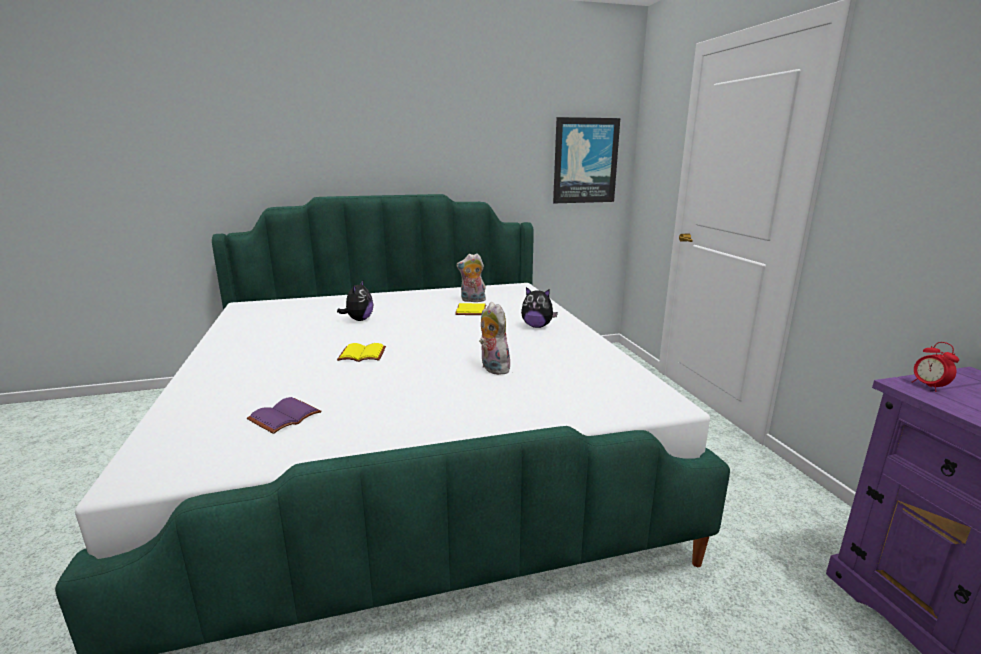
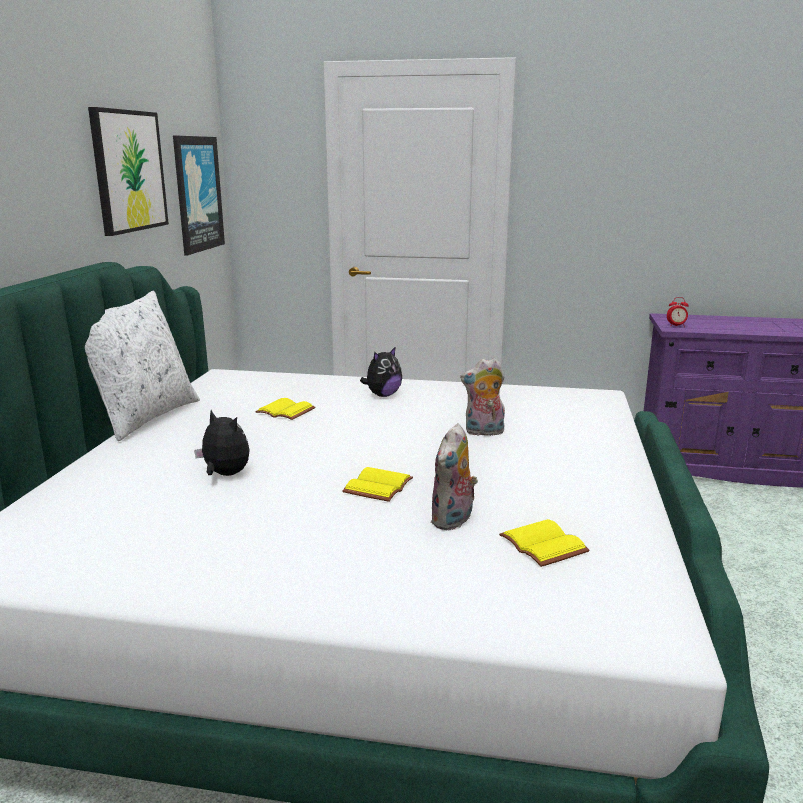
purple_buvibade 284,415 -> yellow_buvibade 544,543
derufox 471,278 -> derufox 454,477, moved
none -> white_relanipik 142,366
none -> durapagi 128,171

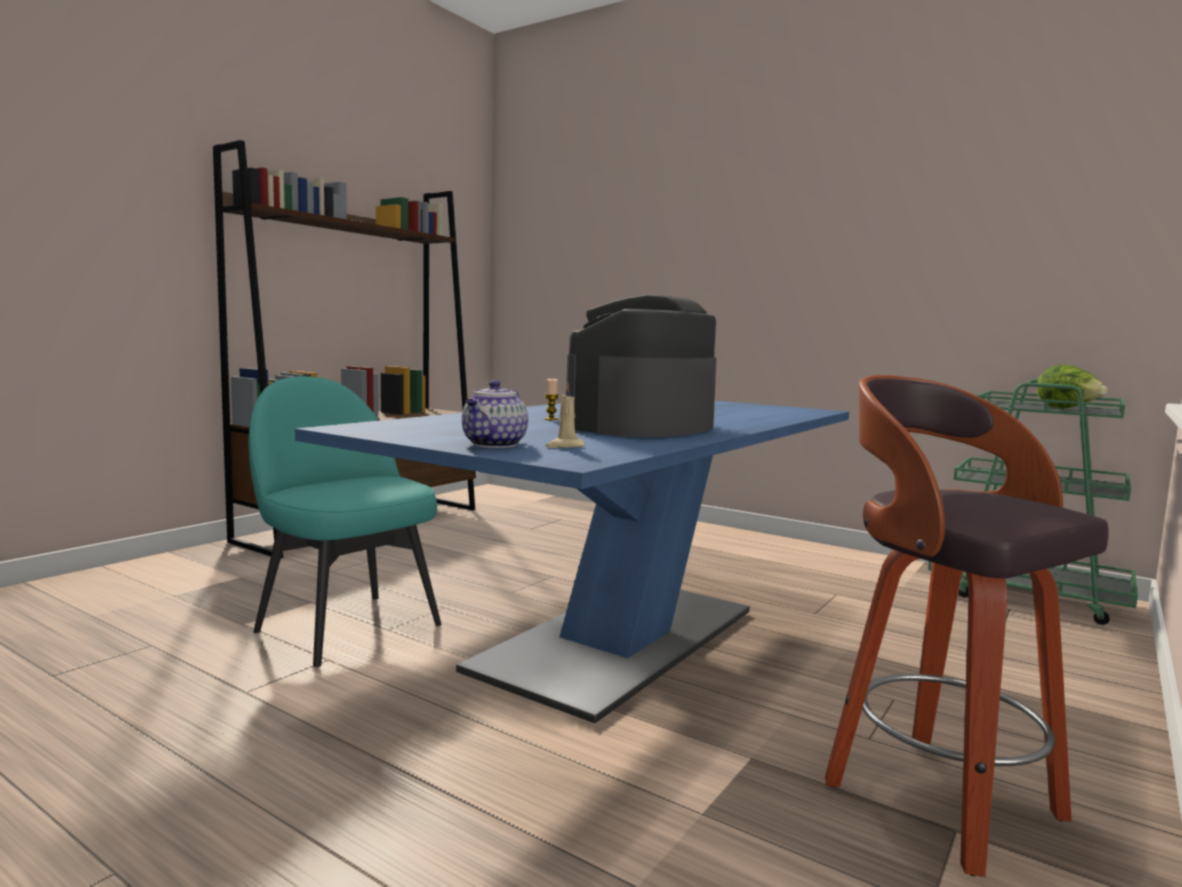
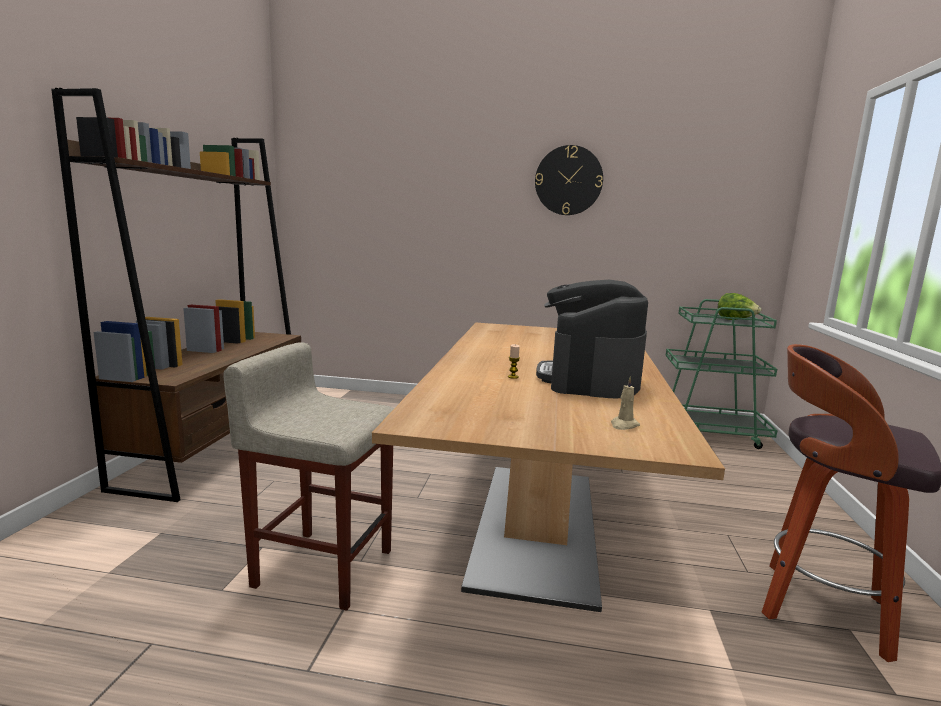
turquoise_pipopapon 345,521 -> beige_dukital 308,476
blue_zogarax 572,562 -> beige_zogarax 548,467
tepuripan 495,414 -> none
none -> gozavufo 569,180

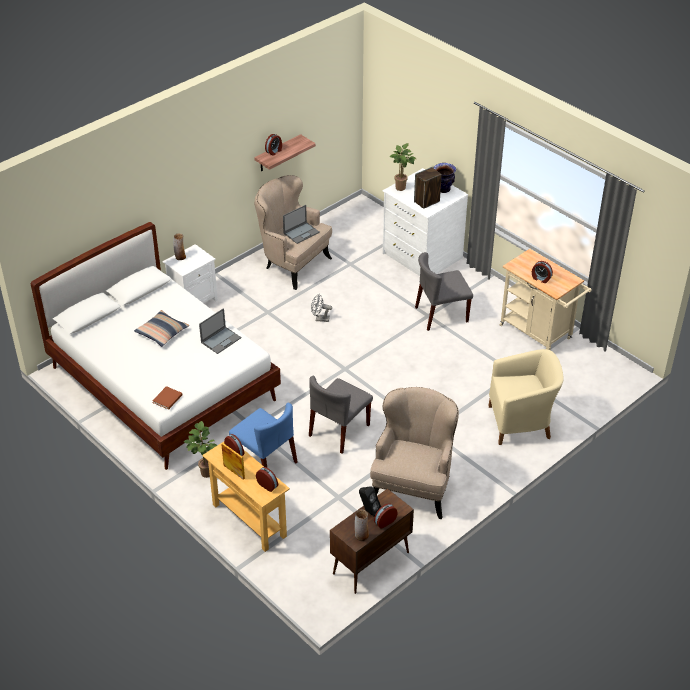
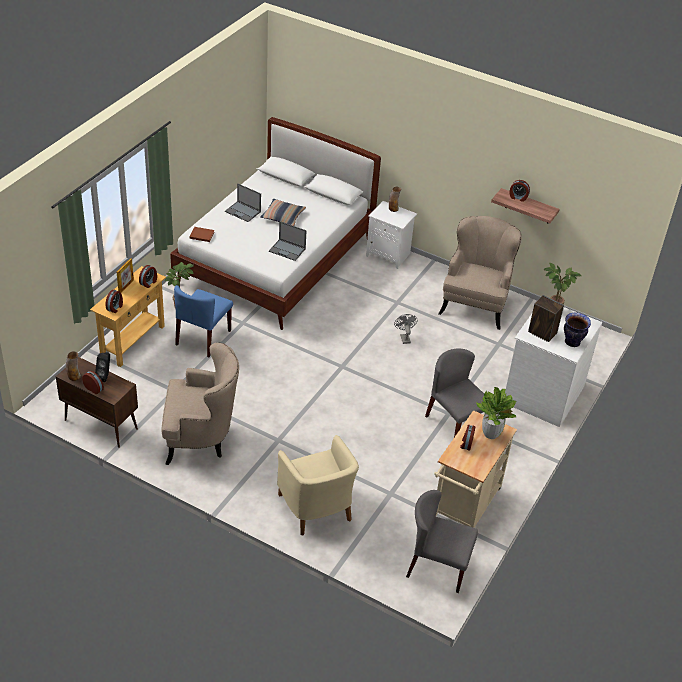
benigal 301,224 -> benigal 243,202, moved
grey_pipopapon 341,415 -> grey_pipopapon 442,541, moved
none -> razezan 496,413

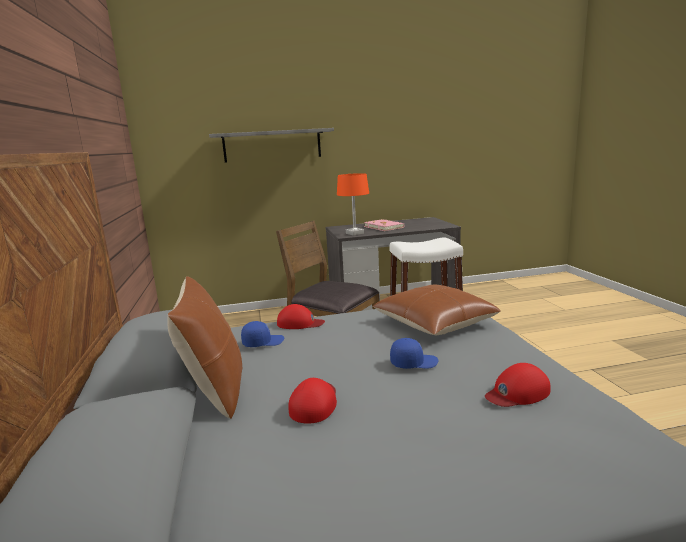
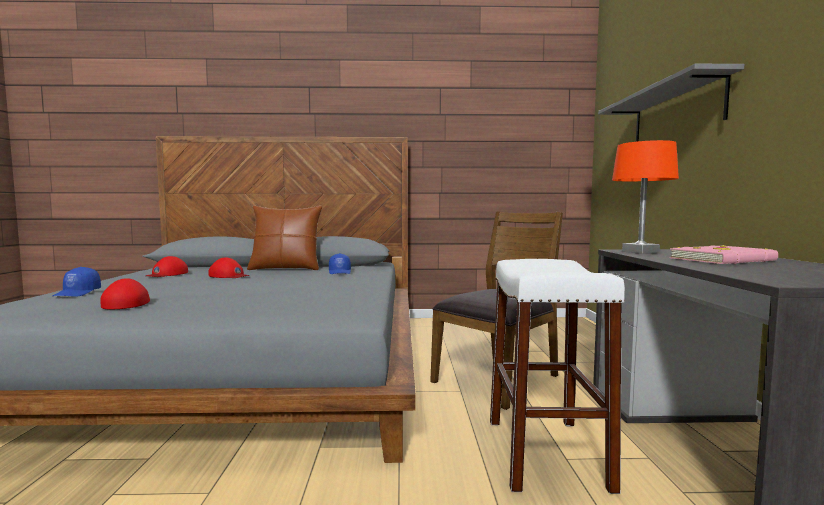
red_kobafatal 301,316 -> red_kobafatal 167,266, moved
brown_relanipik 437,310 -> none
blue_kobafatal 414,353 -> blue_kobafatal 77,282, moved

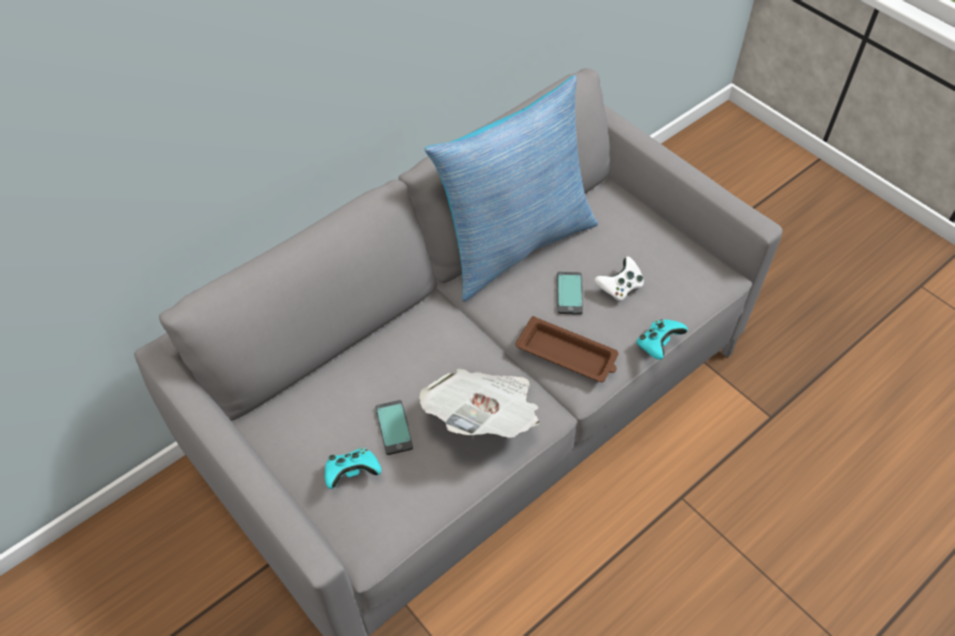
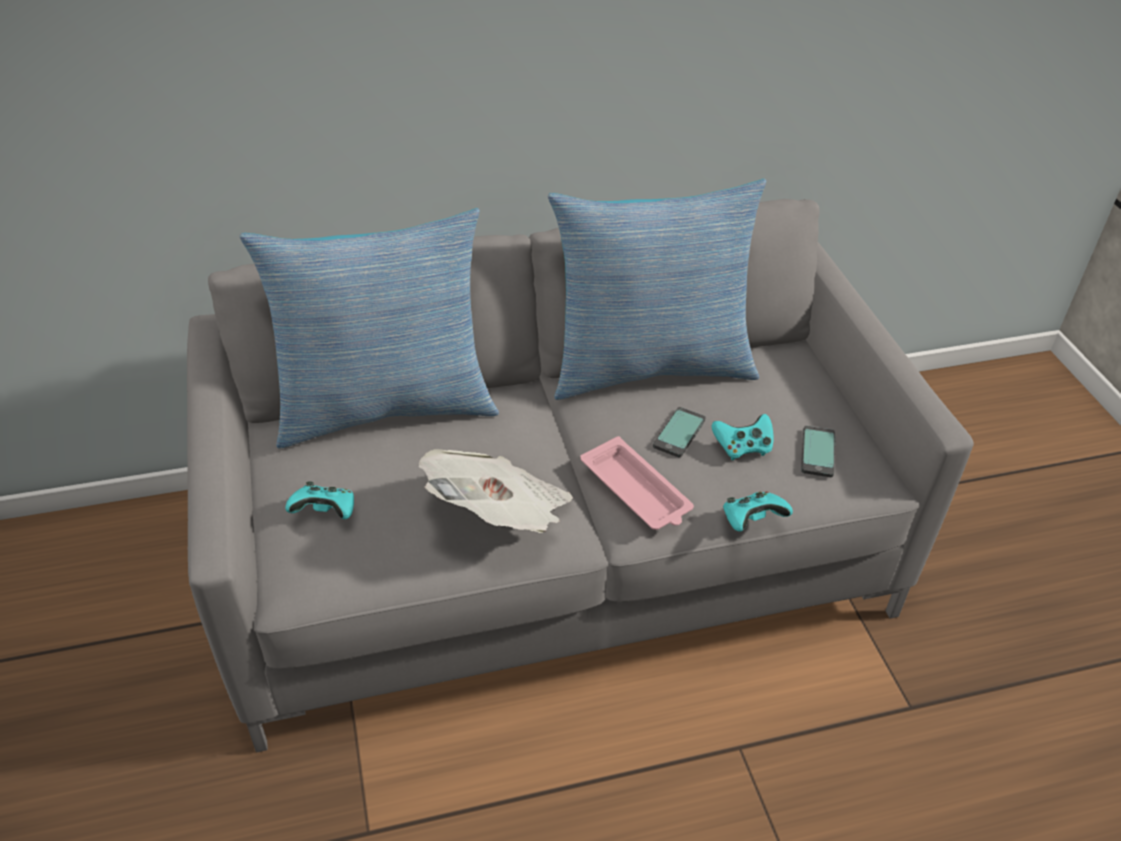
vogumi 394,427 -> vogumi 818,451, moved
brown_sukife 567,349 -> pink_sukife 637,483
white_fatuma 619,279 -> turquoise_fatuma 743,437
none -> relanipik 369,328

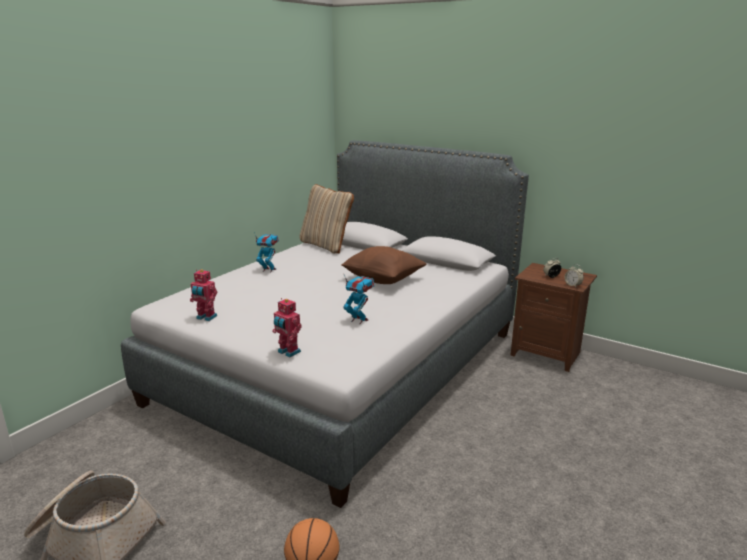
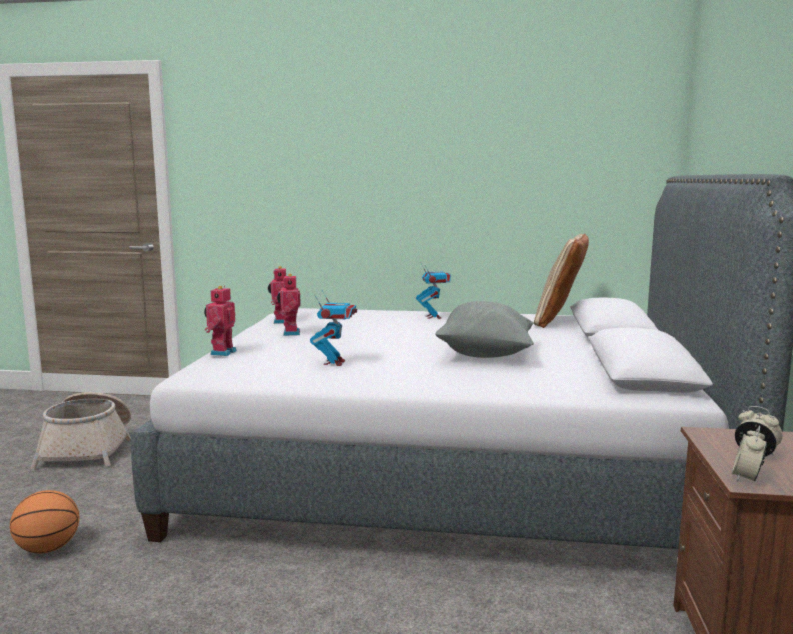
brown_relanipik 384,265 -> grey_relanipik 484,329
none -> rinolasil 289,305

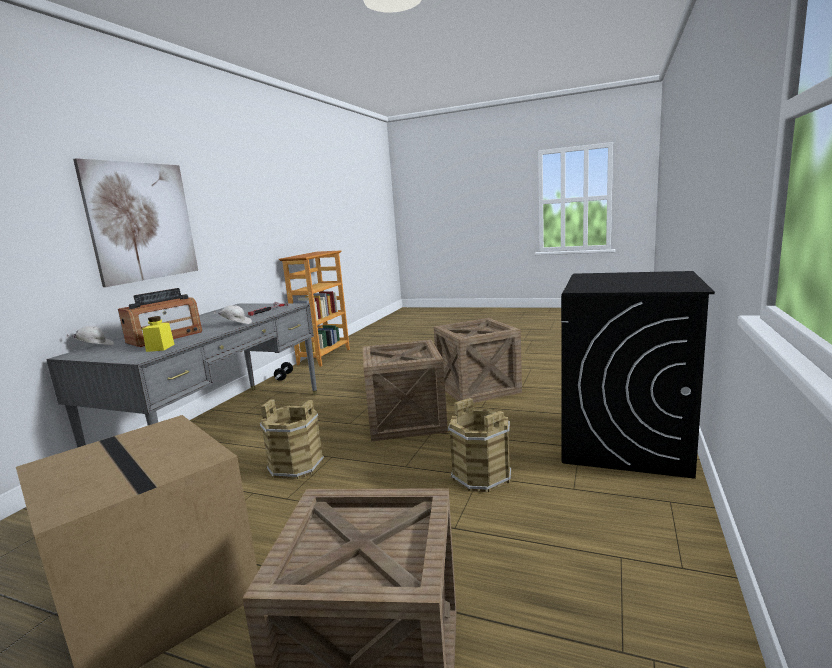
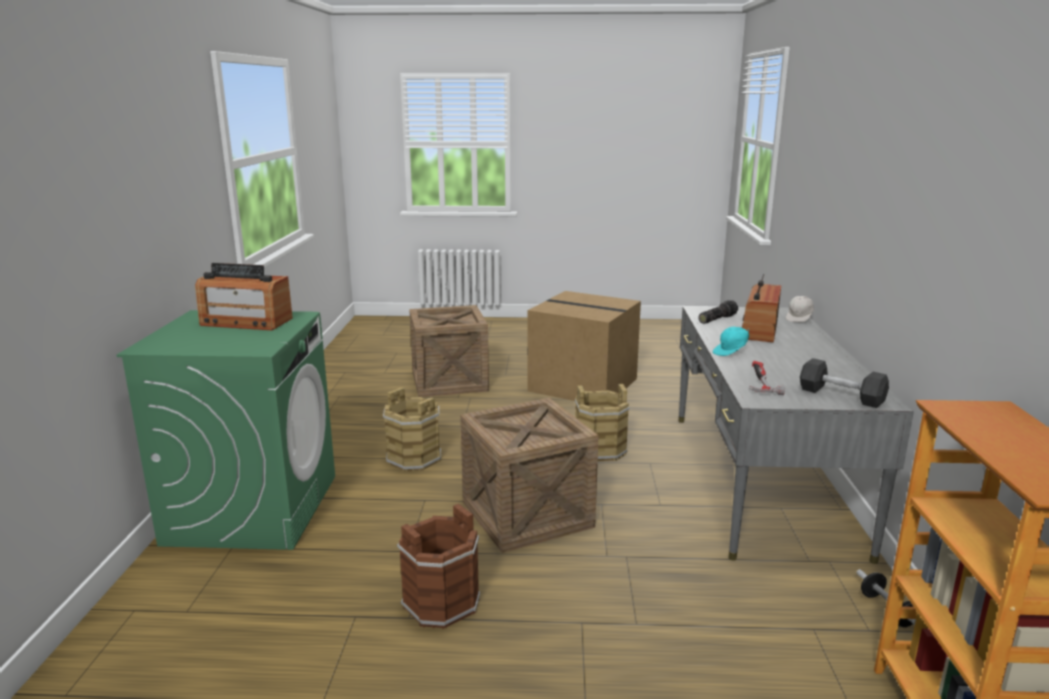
durapagi 135,222 -> none
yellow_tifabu 158,334 -> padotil 718,312
white_kobafatal 233,314 -> turquoise_kobafatal 731,341
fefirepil 478,360 -> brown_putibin 438,566
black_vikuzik 638,375 -> green_vikuzik 226,430
none -> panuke 244,296
none -> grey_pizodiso 844,383

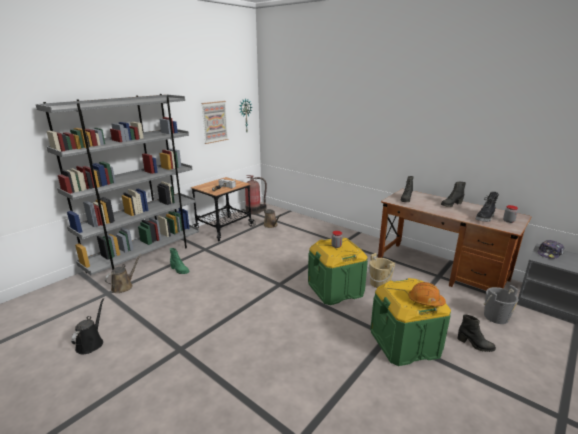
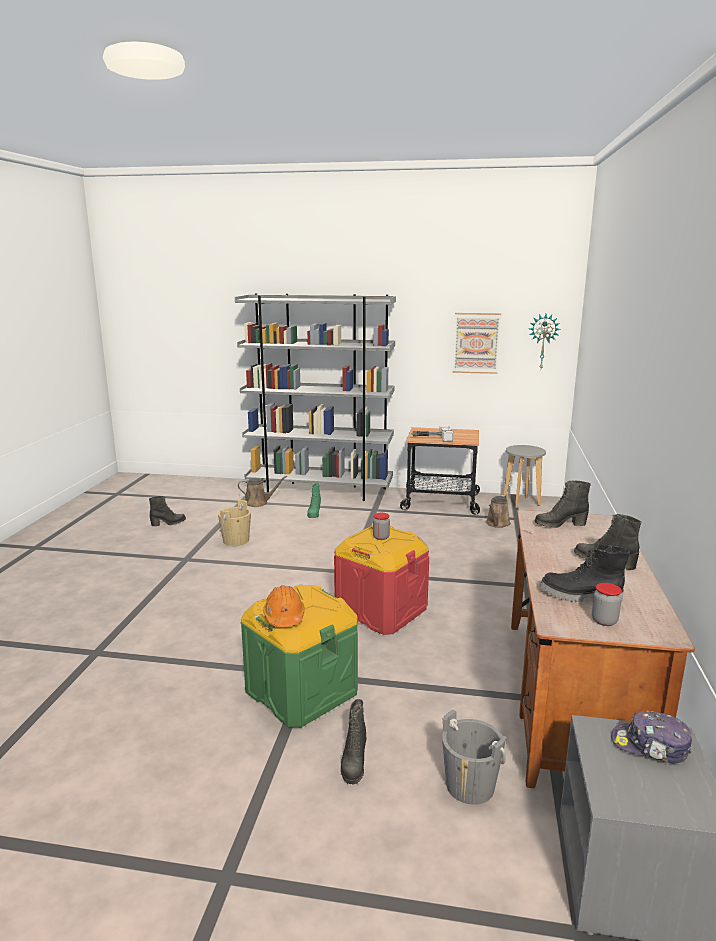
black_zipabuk 87,326 -> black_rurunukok 167,511
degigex 256,195 -> grey_dukital 525,476
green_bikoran 338,271 -> red_bikoran 381,580
beige_putibin 381,270 -> beige_putibin 234,523, moved

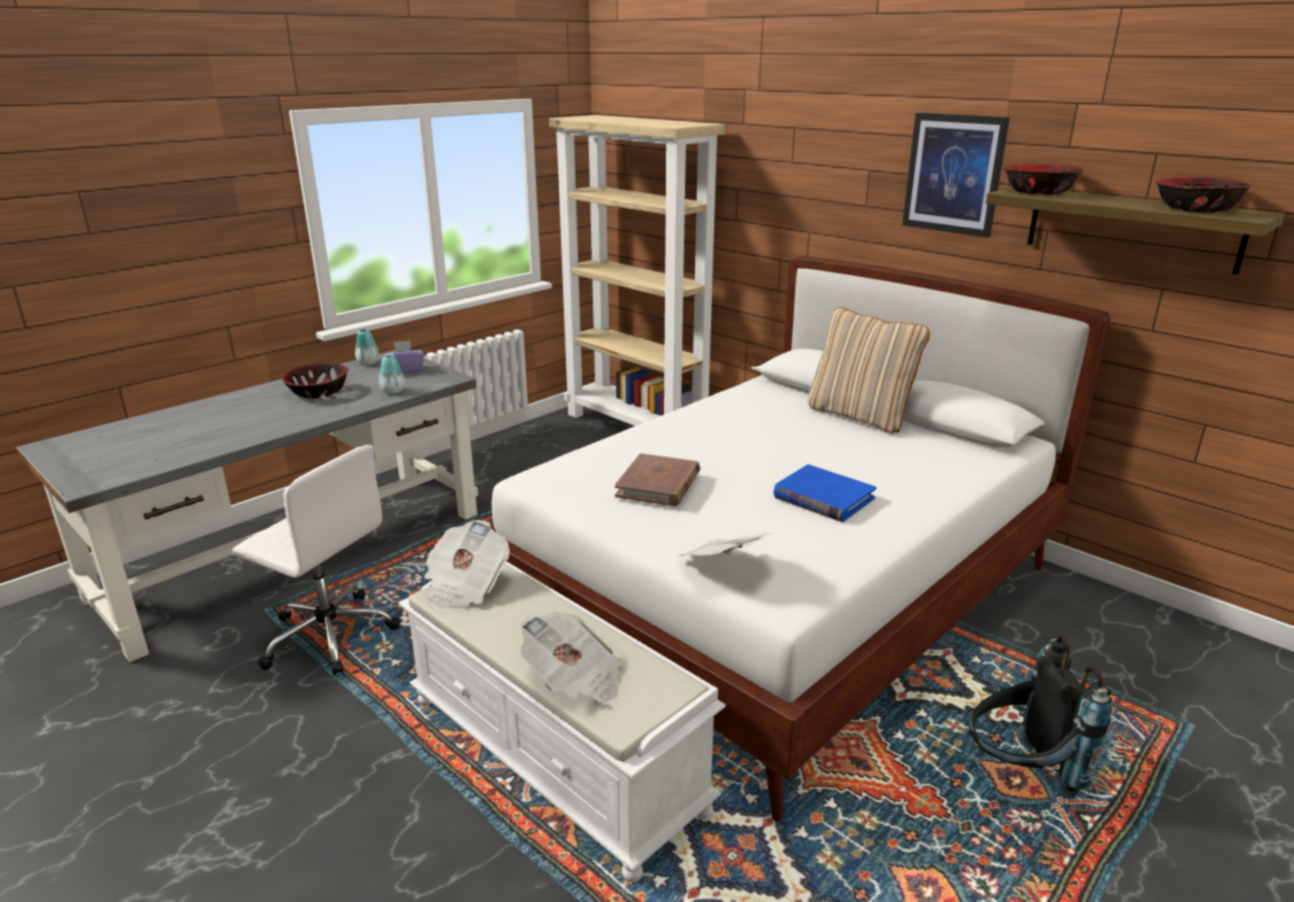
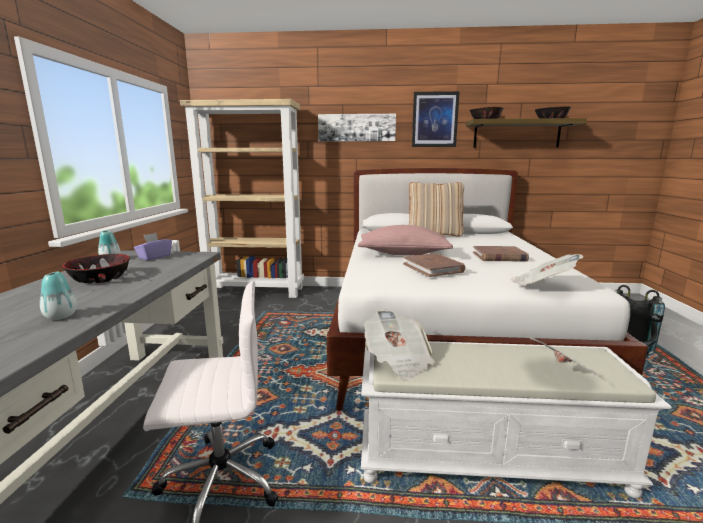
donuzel 392,374 -> donuzel 58,296, moved
blue_buvibade 824,493 -> brown_buvibade 501,253
none -> durapagi 357,127
none -> pink_relanipik 405,240

